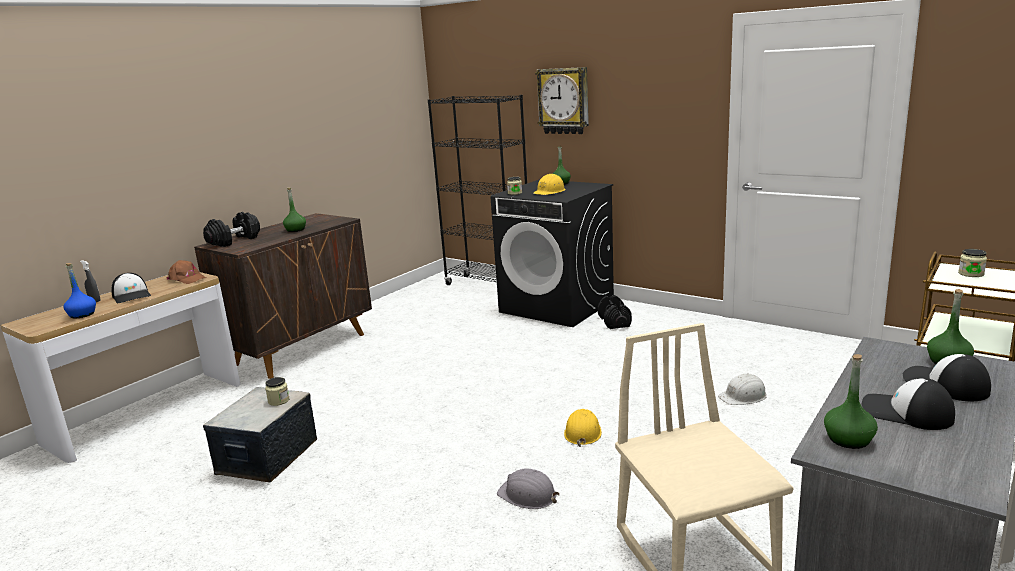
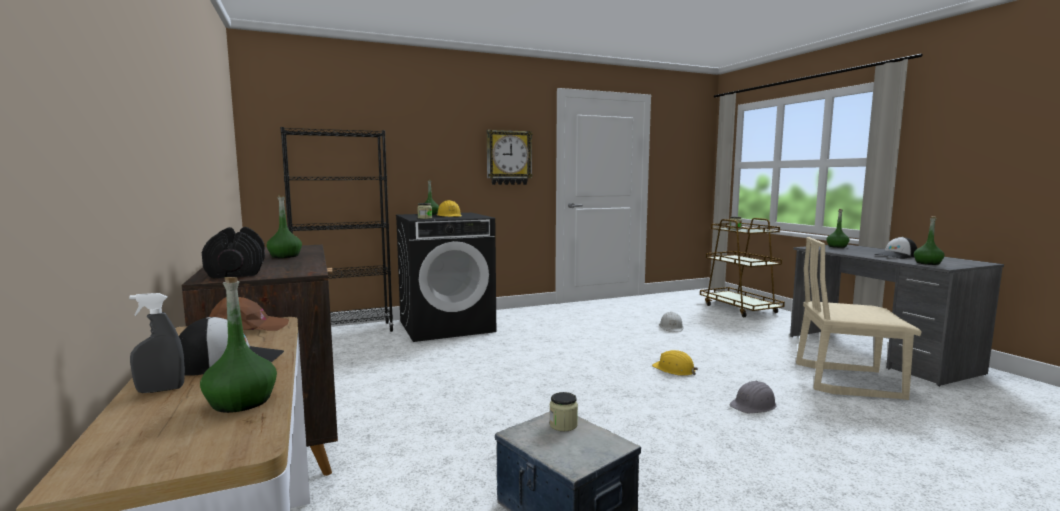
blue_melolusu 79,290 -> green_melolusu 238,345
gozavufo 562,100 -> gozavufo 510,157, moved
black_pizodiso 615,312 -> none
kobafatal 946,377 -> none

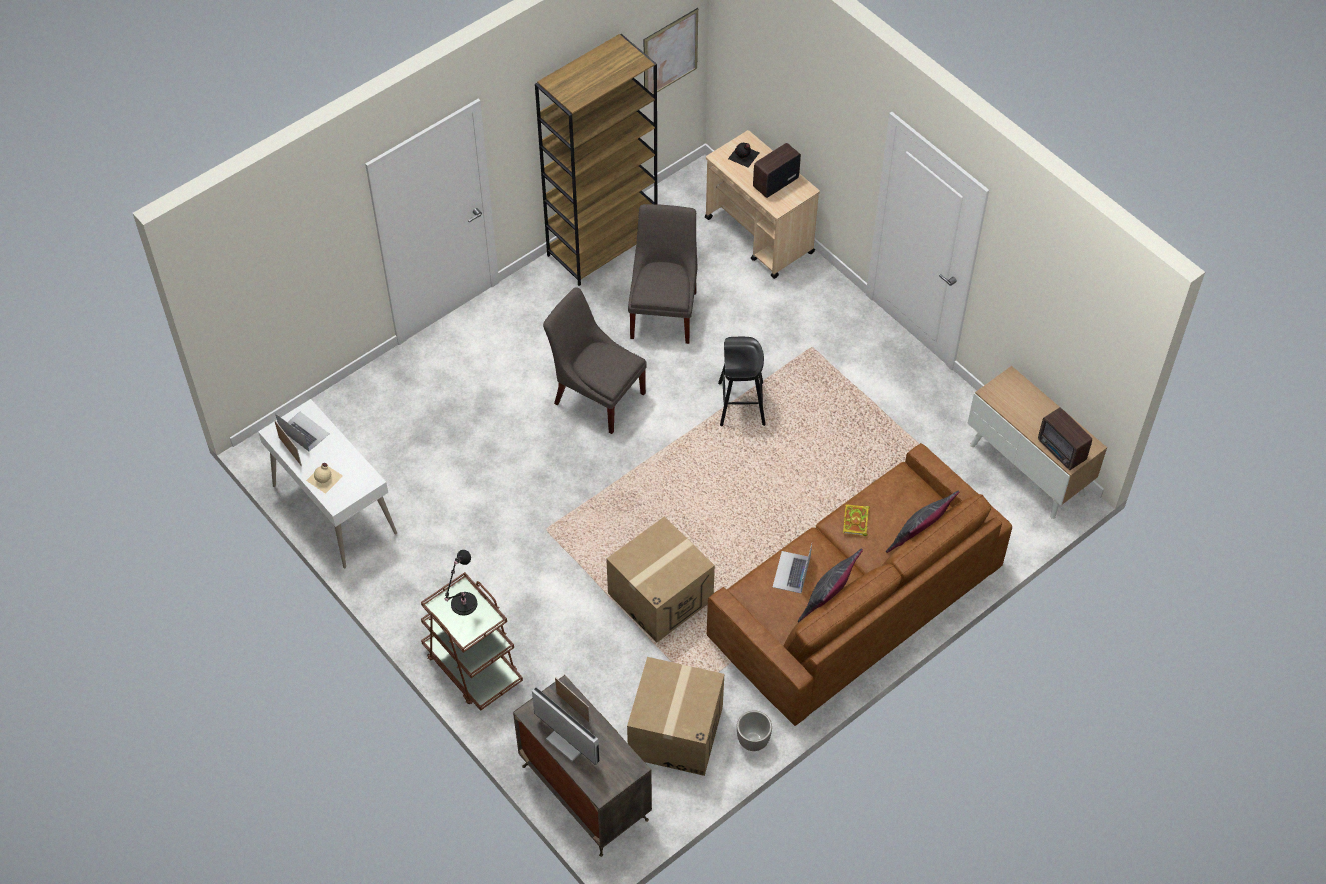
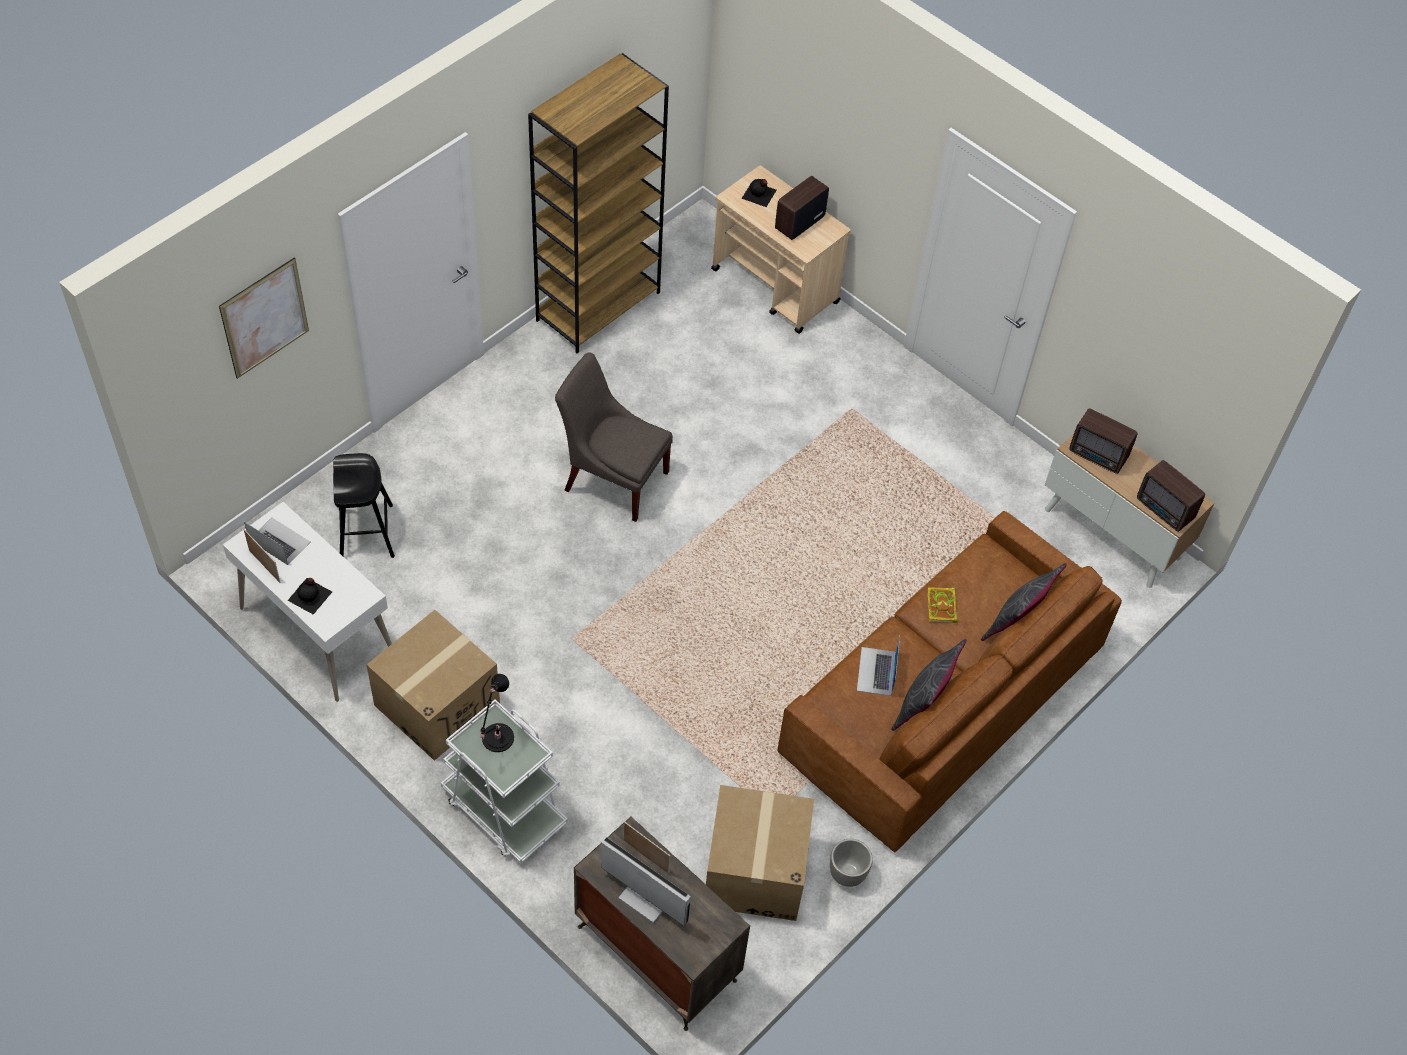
beige_melolusu 324,478 -> black_melolusu 309,596
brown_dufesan 472,641 -> white_dufesan 504,781
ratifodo 660,579 -> ratifodo 433,685, moved
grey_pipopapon 662,274 -> none
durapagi 671,51 -> durapagi 264,318, moved
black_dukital 742,381 -> black_dukital 364,505, moved
none -> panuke 1103,441

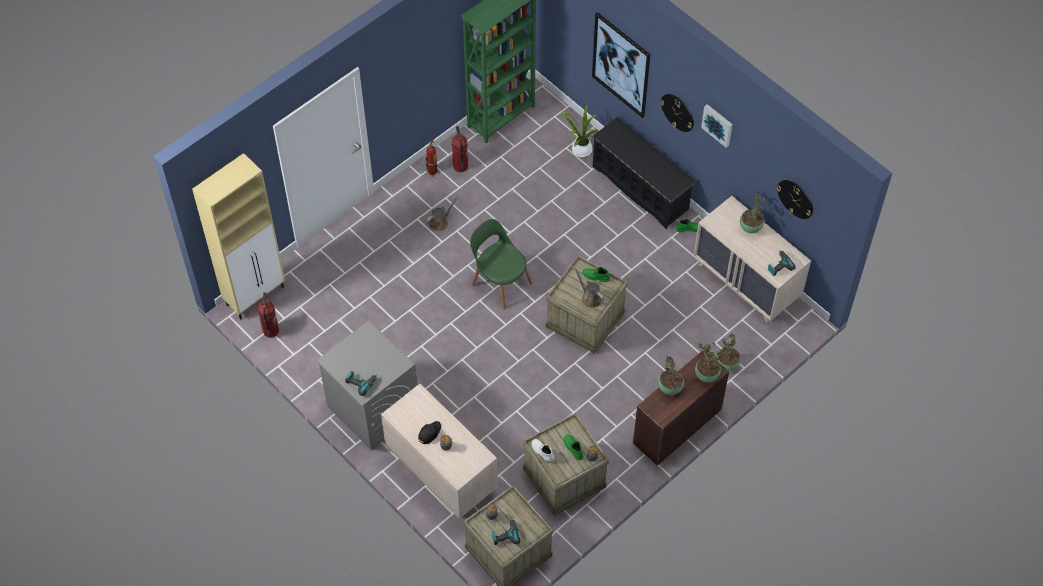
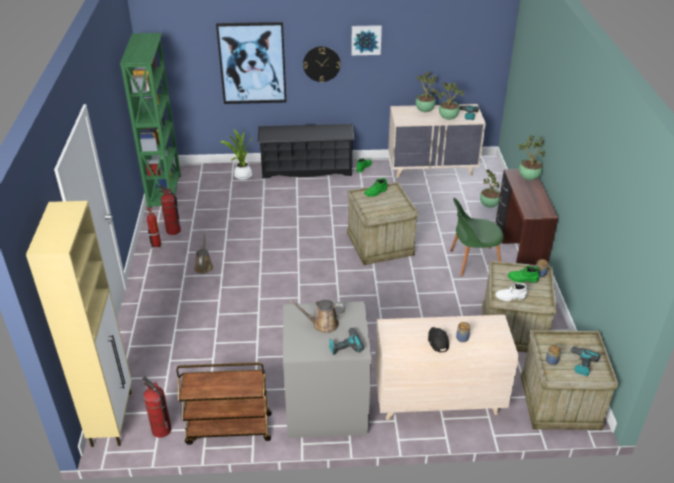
green_pipopapon 501,264 -> green_pipopapon 477,237, moved
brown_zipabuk 589,287 -> brown_zipabuk 317,316, moved
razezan 671,375 -> razezan 451,101, moved
gozavufo 795,199 -> none
none -> brown_dufesan 224,403

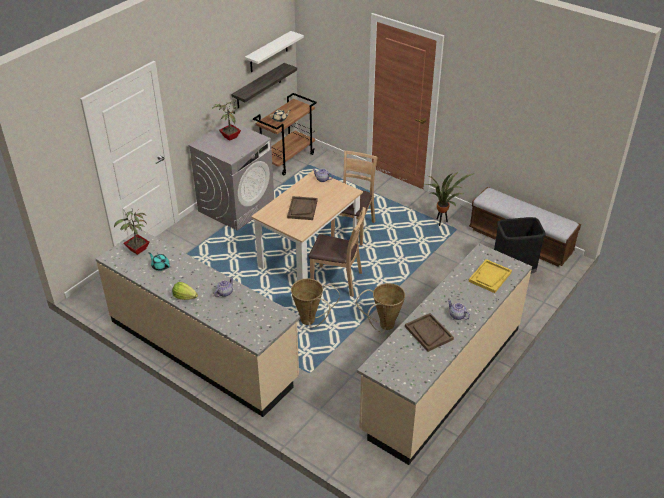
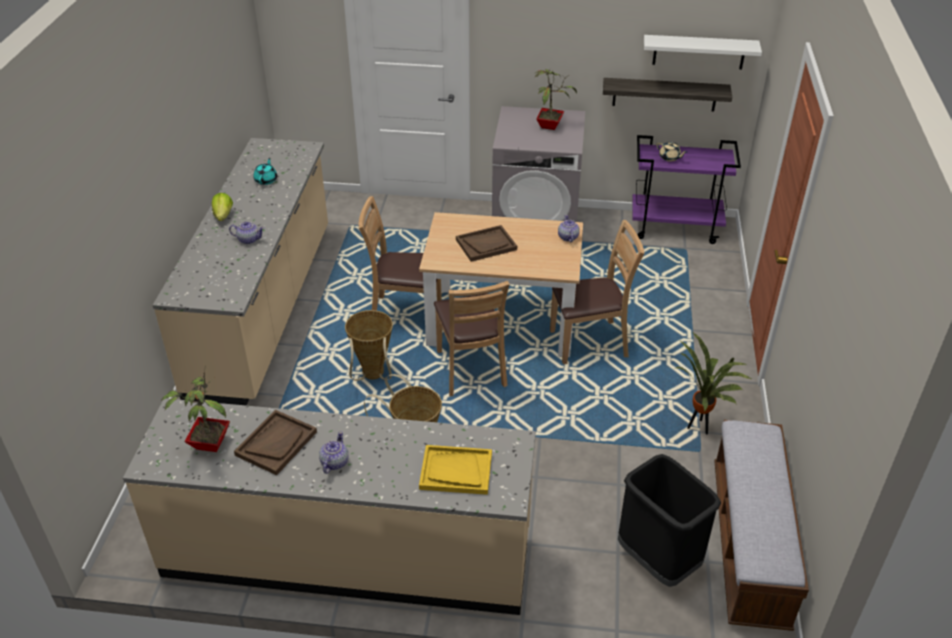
razezan 131,231 -> razezan 195,408, moved
brown_dufesan 285,134 -> purple_dufesan 686,189
none -> brown_pipopapon 400,253

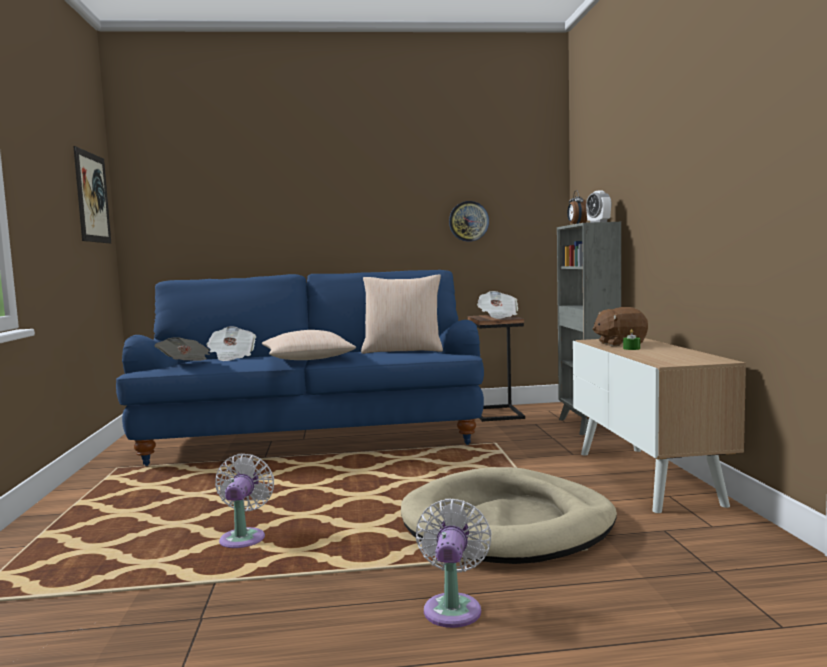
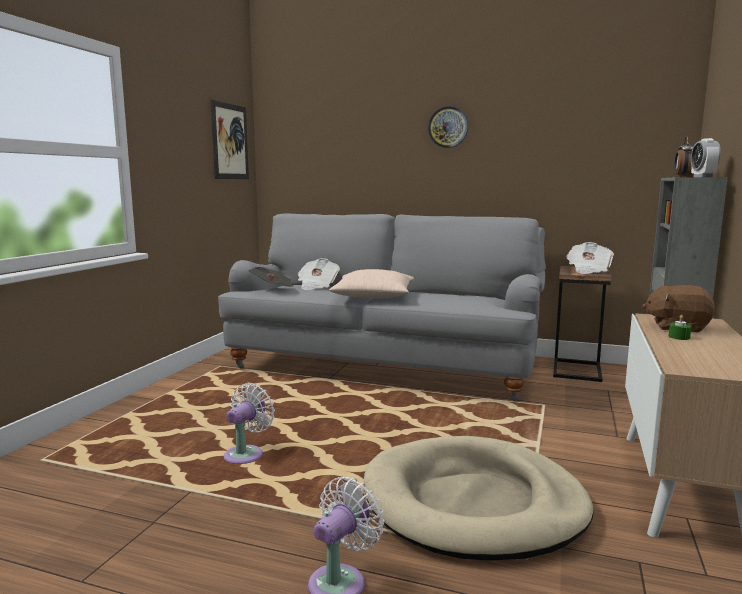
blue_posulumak 300,368 -> grey_posulumak 382,308
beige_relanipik 402,314 -> none
gozavufo 469,221 -> gozavufo 448,127, moved

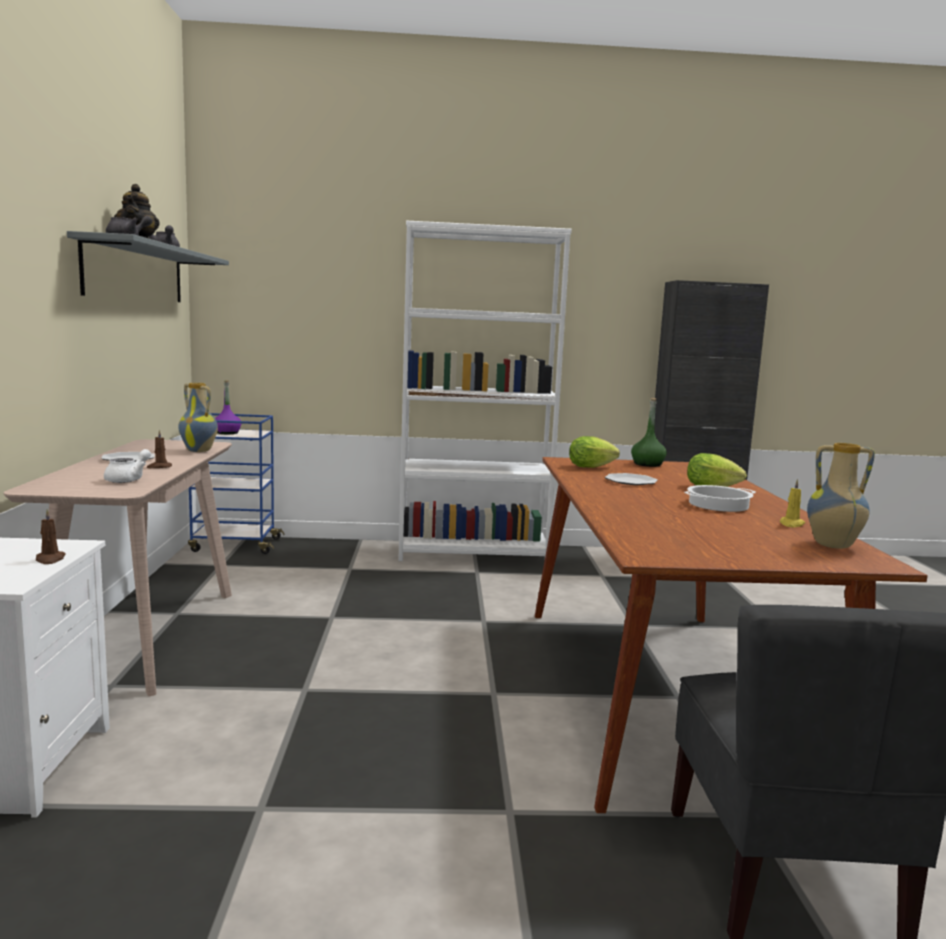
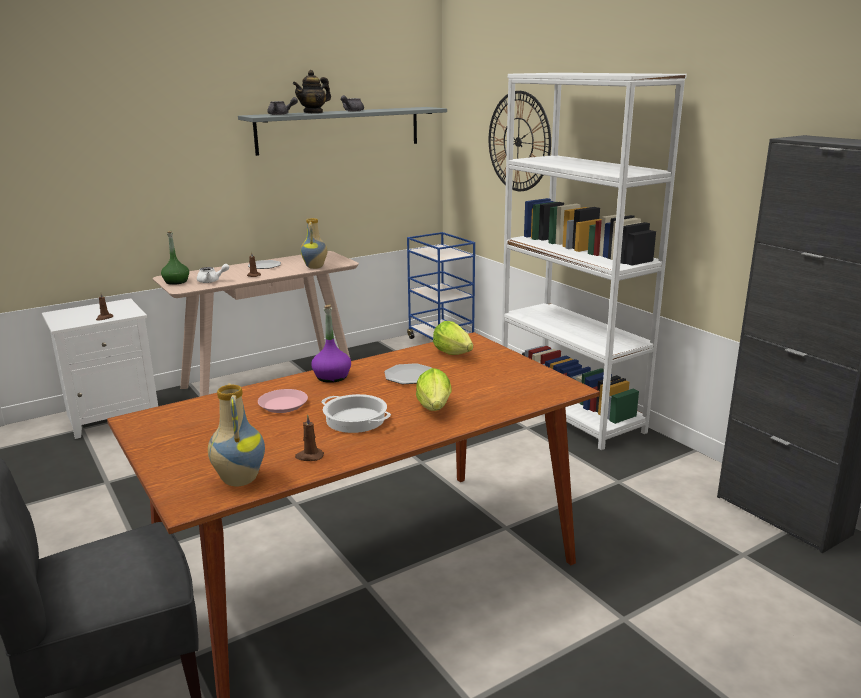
purple_melolusu 228,407 -> purple_melolusu 331,344, moved
green_melolusu 649,432 -> green_melolusu 175,258, moved
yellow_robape 792,503 -> brown_robape 309,437
none -> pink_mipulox 283,401
none -> gozavufo 520,141

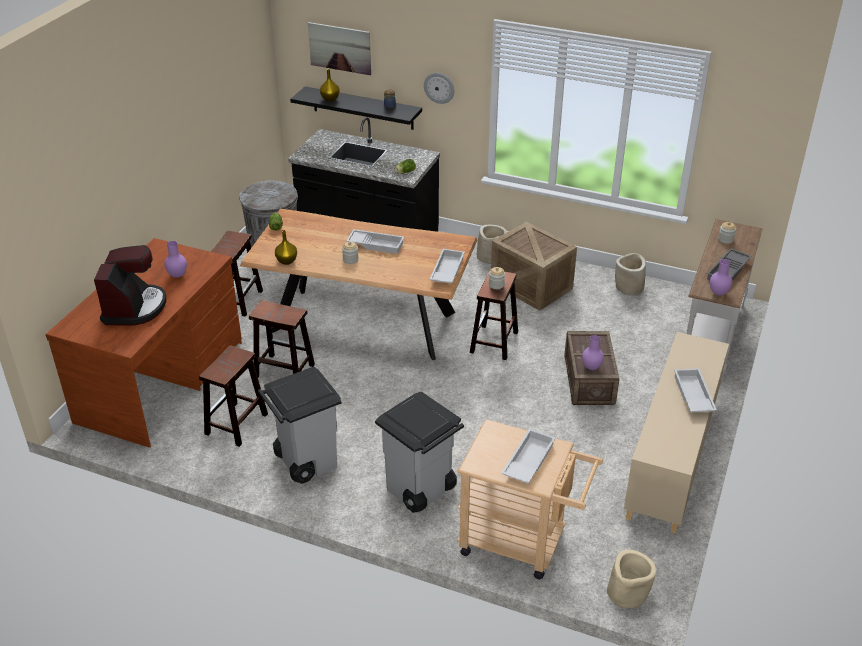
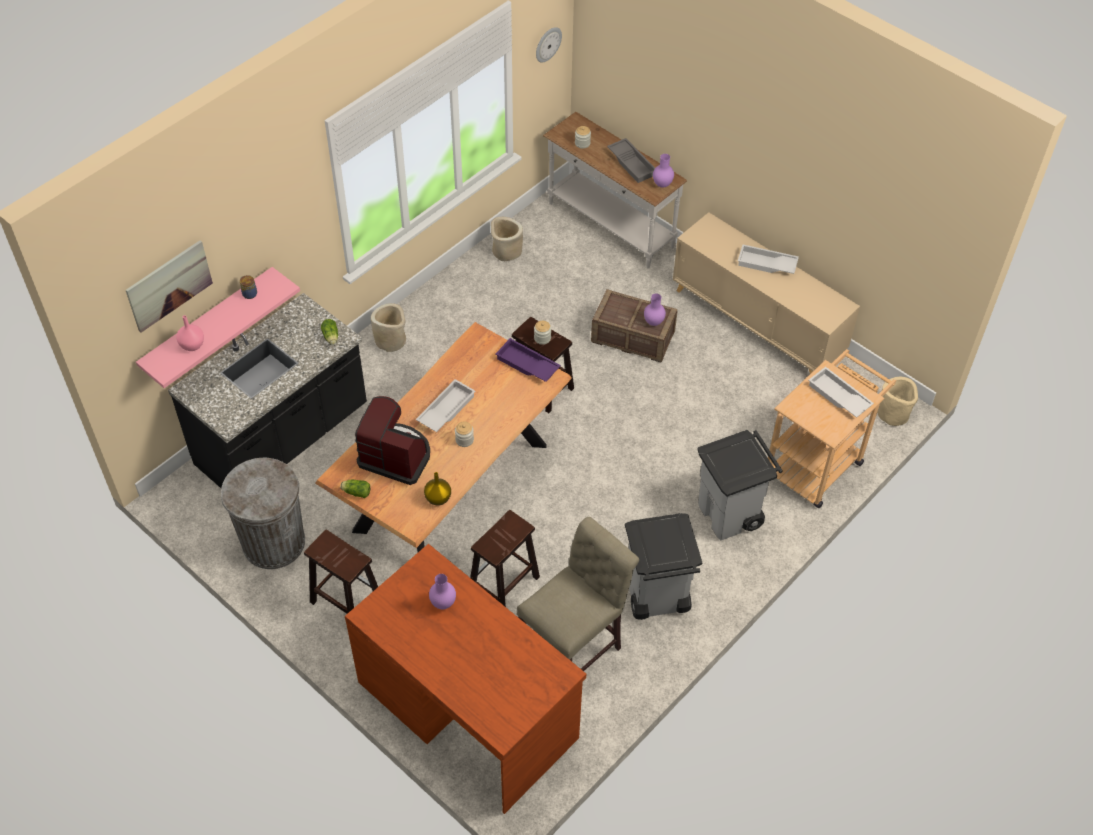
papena 130,285 -> papena 392,440, moved
brown_dukital 233,396 -> beige_pipopapon 578,594
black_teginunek 356,108 -> pink_teginunek 218,327
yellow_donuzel 330,85 -> pink_donuzel 190,333
gozavufo 439,88 -> gozavufo 549,45, moved
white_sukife 447,266 -> purple_sukife 528,360
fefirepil 534,266 -> none

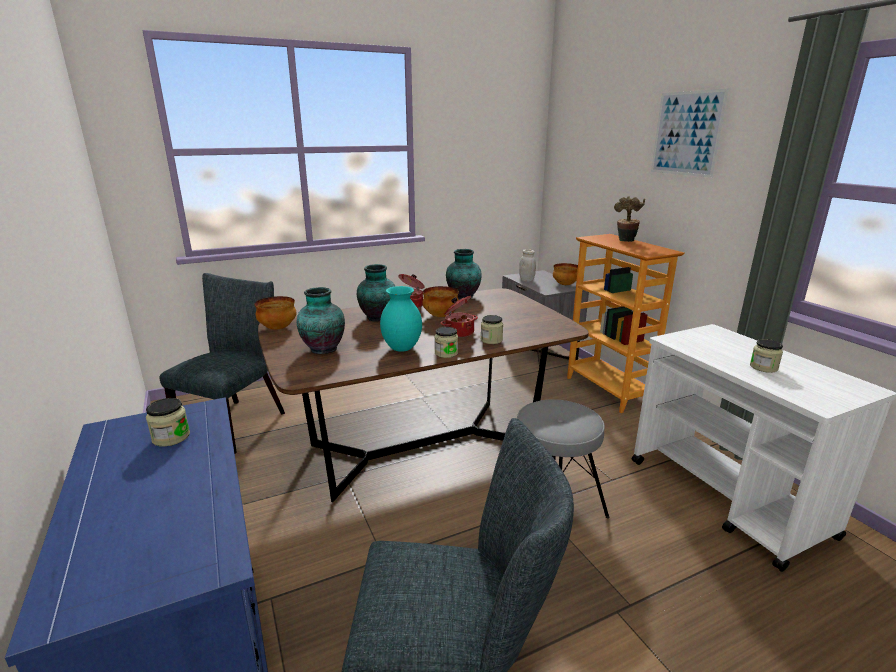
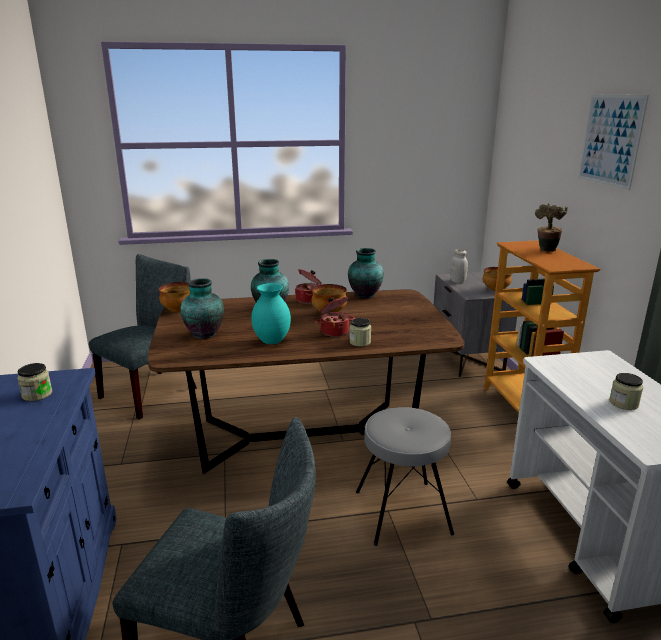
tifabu 446,342 -> none

